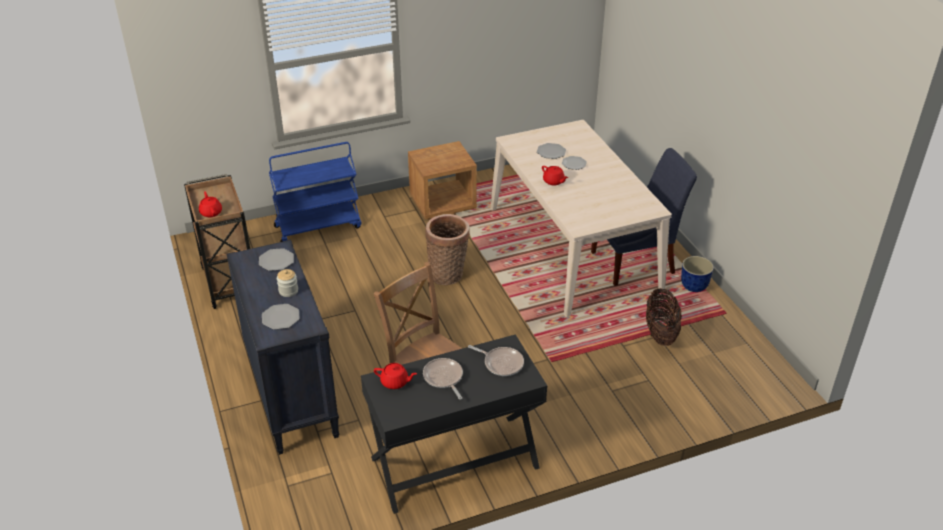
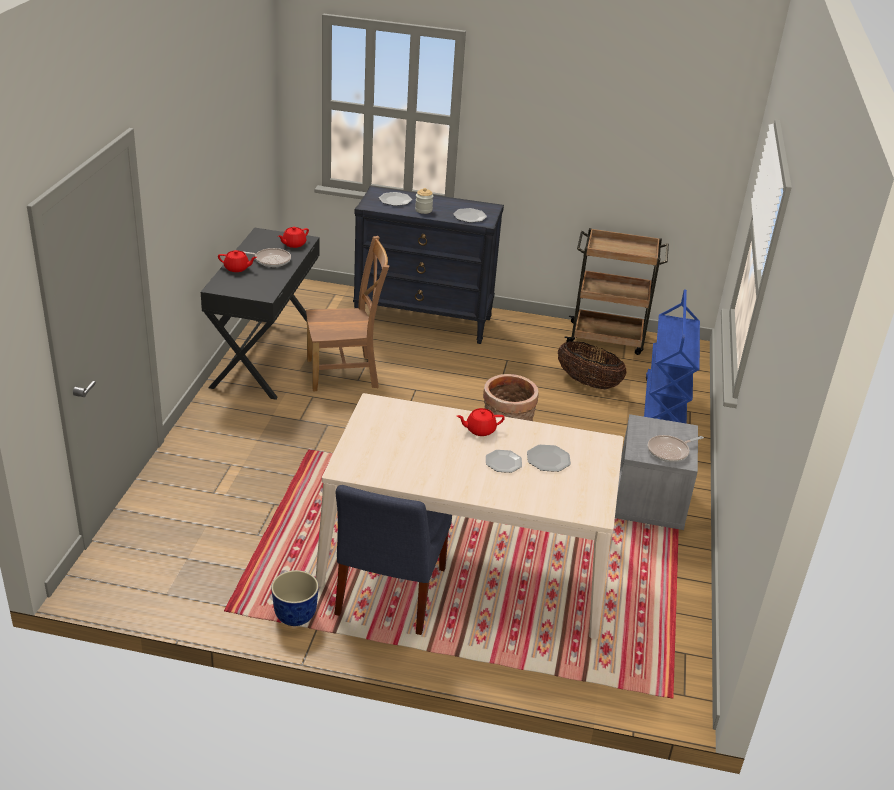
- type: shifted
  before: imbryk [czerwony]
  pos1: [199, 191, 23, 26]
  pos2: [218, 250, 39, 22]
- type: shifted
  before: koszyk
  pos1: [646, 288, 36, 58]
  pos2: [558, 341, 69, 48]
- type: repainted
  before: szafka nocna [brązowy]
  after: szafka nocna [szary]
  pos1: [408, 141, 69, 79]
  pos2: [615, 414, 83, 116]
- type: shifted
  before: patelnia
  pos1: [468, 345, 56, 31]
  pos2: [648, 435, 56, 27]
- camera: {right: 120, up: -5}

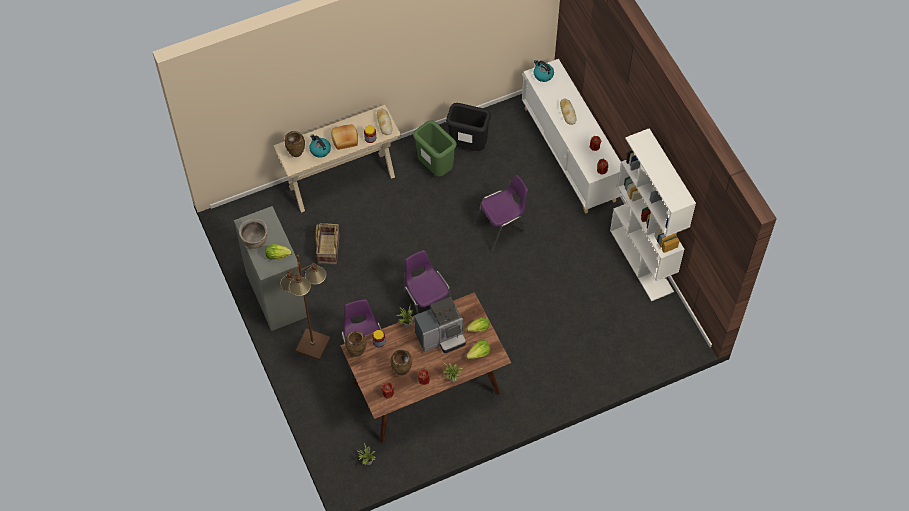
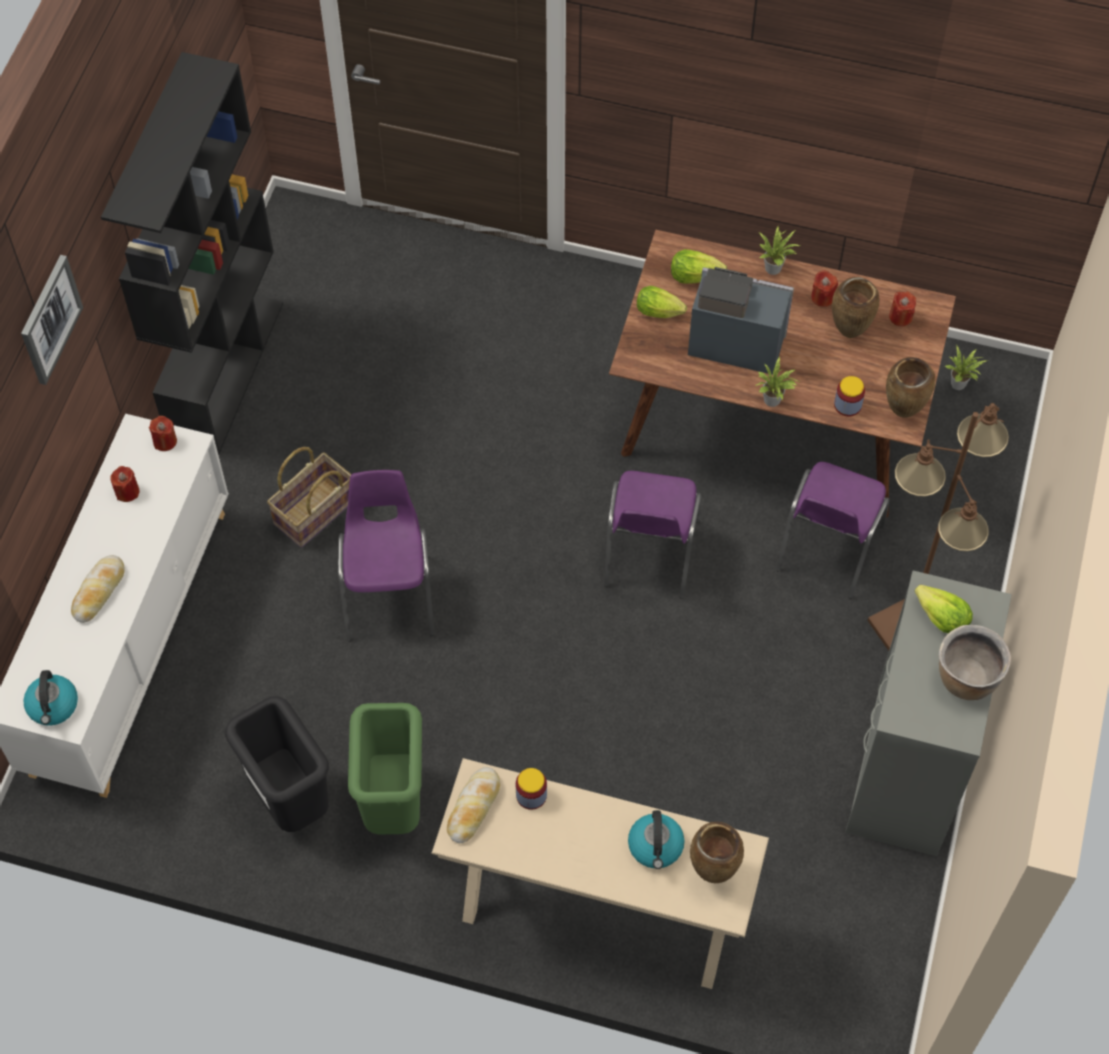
- type: new
  after: obraz
  pos2: [21, 255, 62, 130]
- type: repainted
  before: regał [biały]
  after: regał [czarny]
  pos1: [610, 128, 86, 173]
  pos2: [101, 52, 182, 403]
- type: shifted
  before: koszyk
  pos1: [315, 223, 25, 41]
  pos2: [267, 447, 85, 101]
- type: rotated
  before: krzesło [fioletowy]
  pos1: [474, 175, 54, 76]
  pos2: [338, 470, 97, 172]
  turn: 75
- type: gone
  before: chleb
  pos1: [332, 124, 26, 26]
- camera: {right: -140, up: 0}

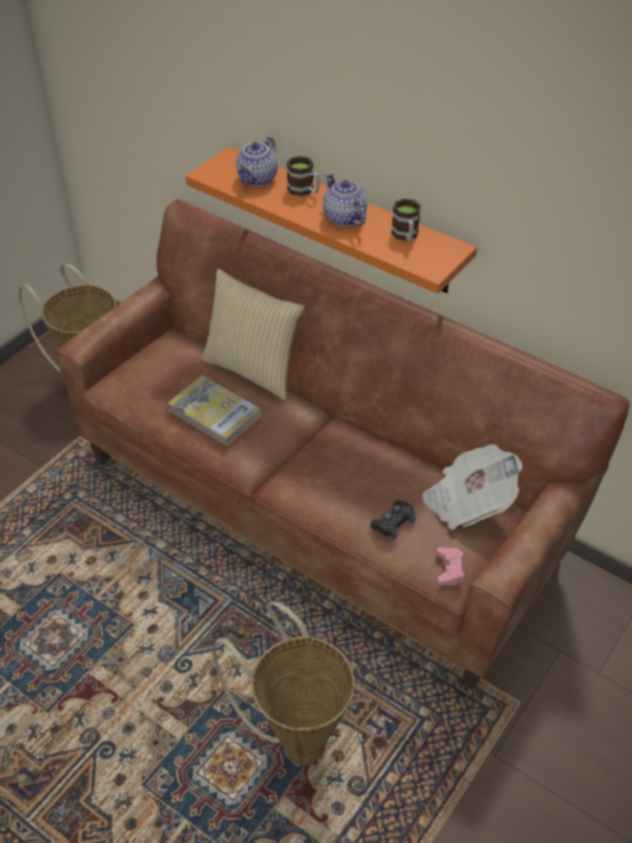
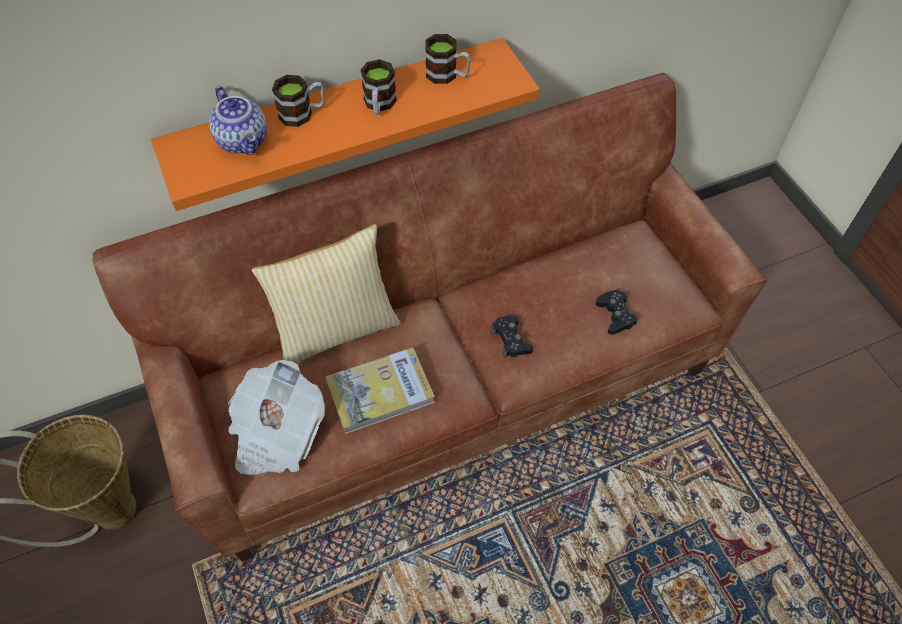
- type: shifted
  before: gazeta
  pos1: [422, 444, 101, 86]
  pos2: [228, 360, 97, 115]
- type: swapped
  before: imbryk
  after: kubek
  pos1: [323, 173, 44, 53]
  pos2: [361, 59, 36, 56]
- type: new
  after: pad do gier [czarny]
  pos2: [491, 316, 42, 42]
- type: gone
  before: koszyk
  pos1: [213, 601, 142, 164]
- type: gone
  before: pad do gier [różowy]
  pos1: [437, 547, 27, 38]
- camera: {right: -60, up: 10}

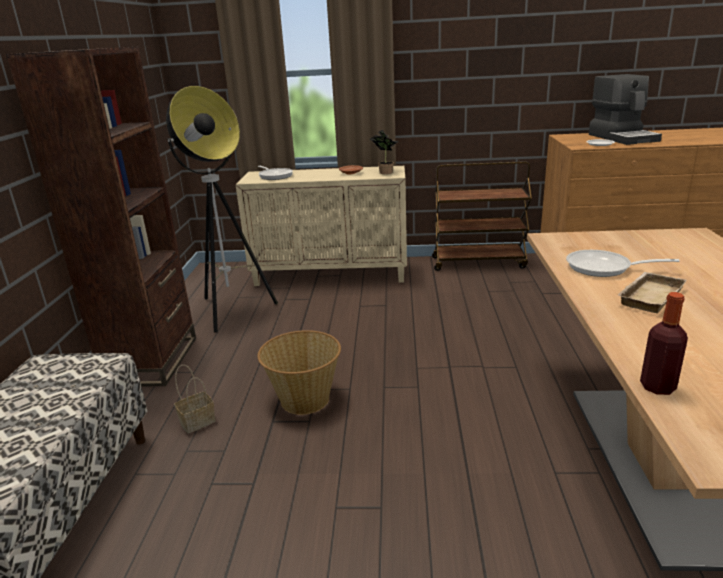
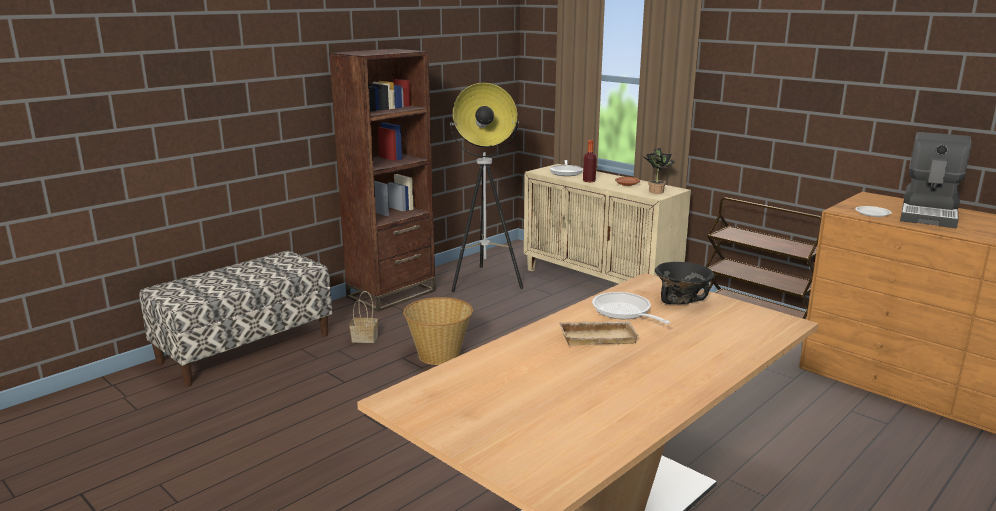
- type: shifted
  before: butelka
  pos1: [640, 292, 48, 103]
  pos2: [583, 140, 14, 42]
- type: new
  after: miska [czarny]
  pos2: [655, 262, 60, 42]
- camera: {right: 40, up: -5}

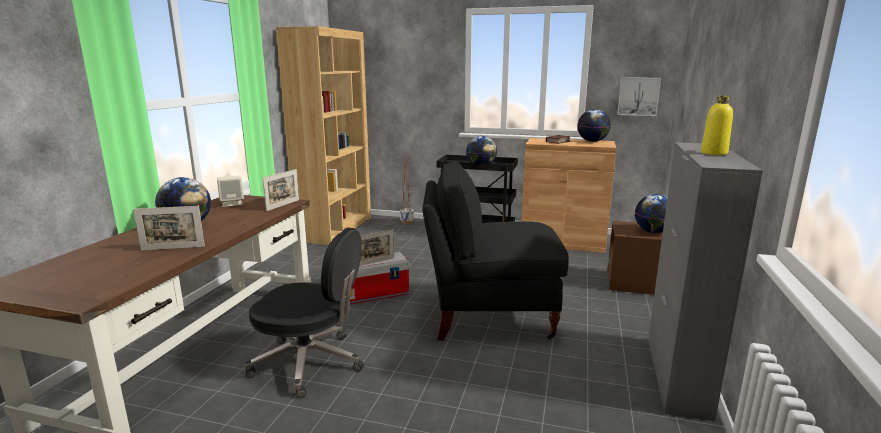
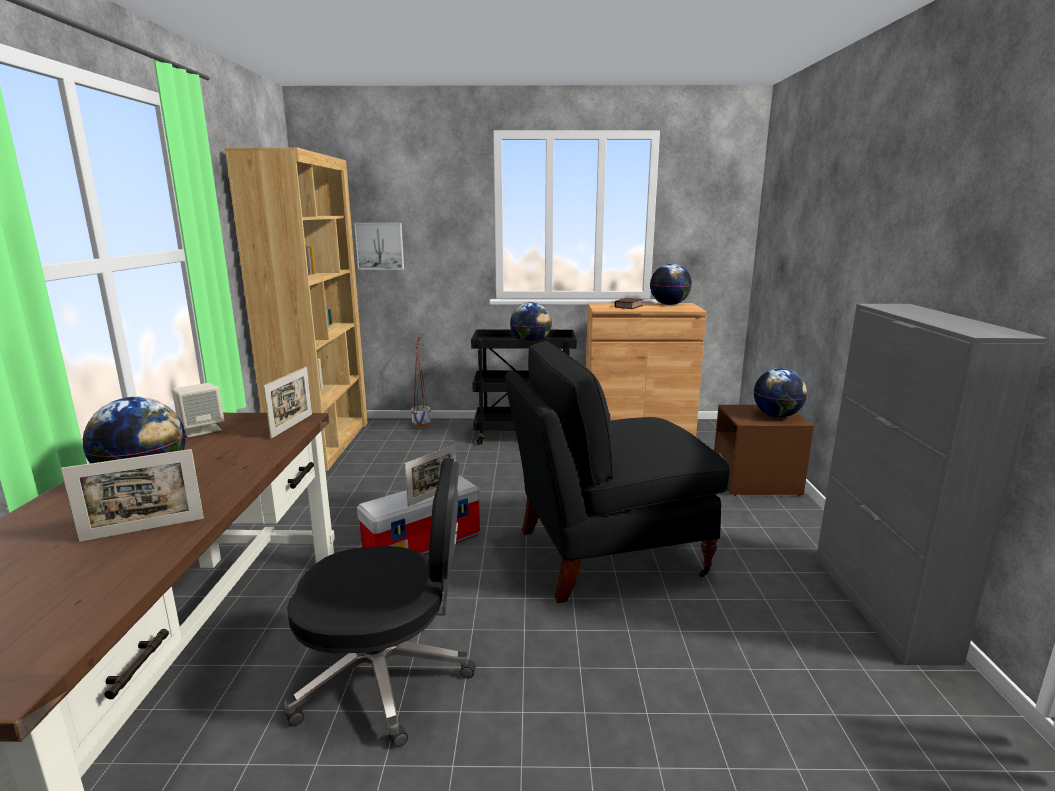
- type: shifted
  before: obraz
  pos1: [617, 77, 44, 39]
  pos2: [354, 223, 50, 47]
- type: gone
  before: butelka [żółty]
  pos1: [701, 96, 32, 59]
- camera: {right: -15, up: 0}

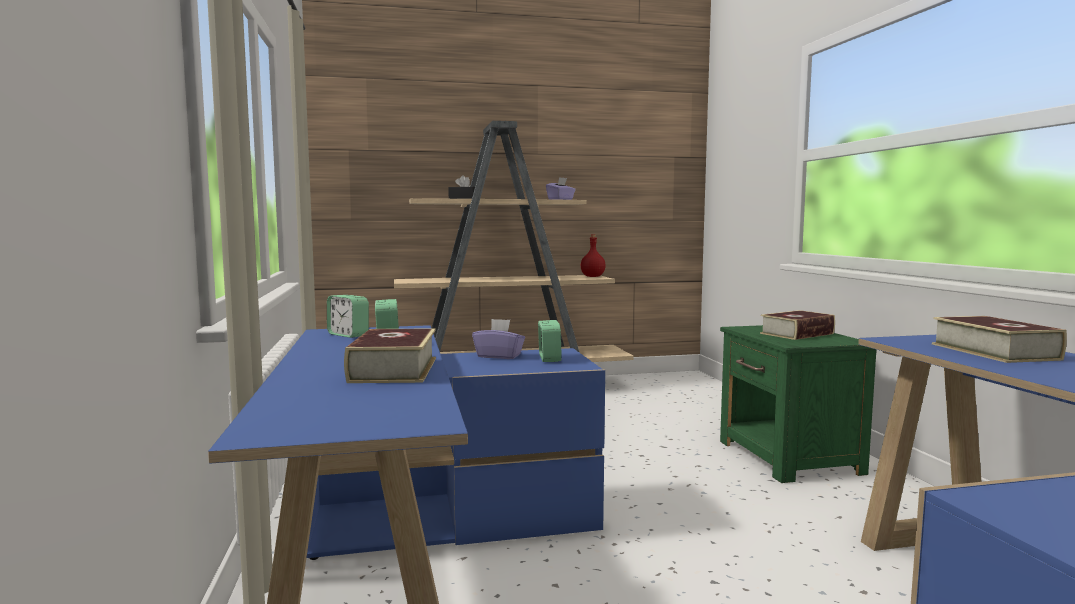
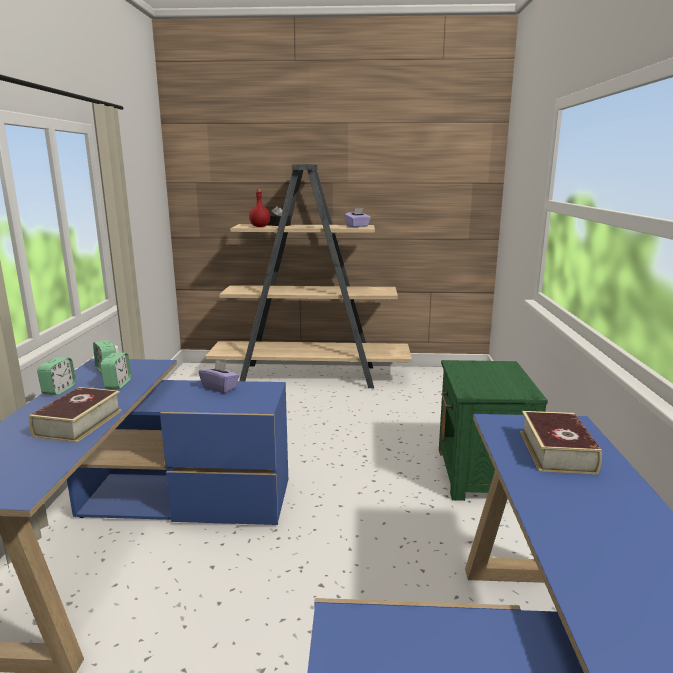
- type: shifted
  before: budzik
  pos1: [538, 320, 24, 42]
  pos2: [37, 357, 39, 38]
- type: shifted
  before: butelka [czerwony]
  pos1: [581, 234, 25, 43]
  pos2: [249, 189, 21, 38]
- type: gone
  before: książka
  pos1: [760, 310, 75, 30]
- camera: {right: 15, up: 10}

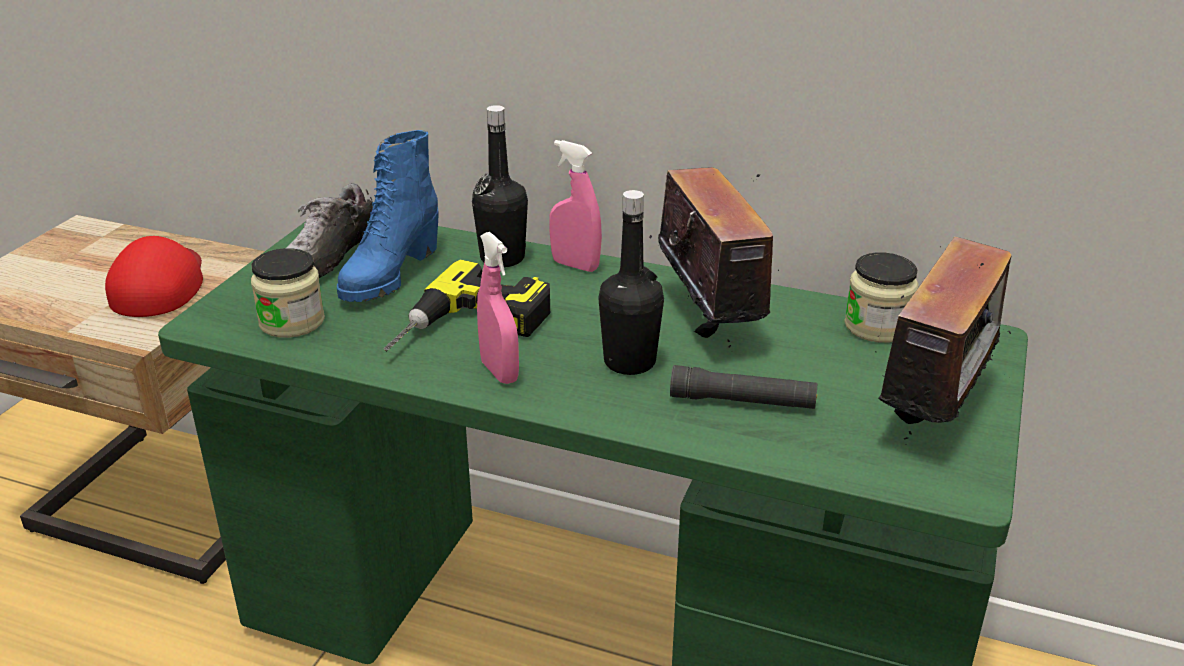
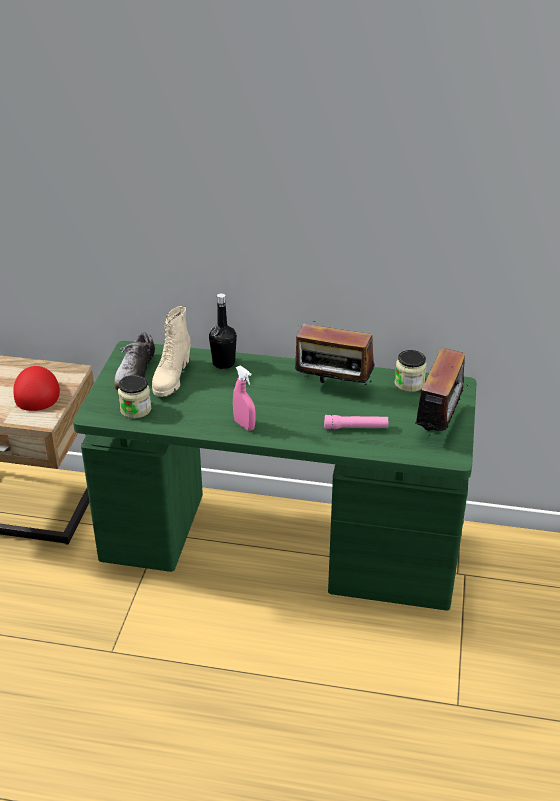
- type: repainted
  before: but z cholewką [niebieski]
  after: but z cholewką [beżowy]
  pos1: [337, 130, 102, 172]
  pos2: [152, 306, 39, 91]
- type: rotated
  before: radio
  pos1: [649, 167, 130, 185]
  pos2: [295, 321, 80, 66]
  turn: 135
- type: repainted
  before: latarka [czarny]
  after: latarka [różowy]
  pos1: [670, 365, 147, 44]
  pos2: [324, 415, 65, 14]
- type: gone
  before: wiertarka
  pos1: [383, 260, 167, 92]
- type: gone
  before: spryskiwacz [różowy]
  pos1: [549, 140, 53, 132]
- type: gone
  before: butelka [czarny]
  pos1: [598, 190, 66, 185]
- camera: {right: -10, up: 5}

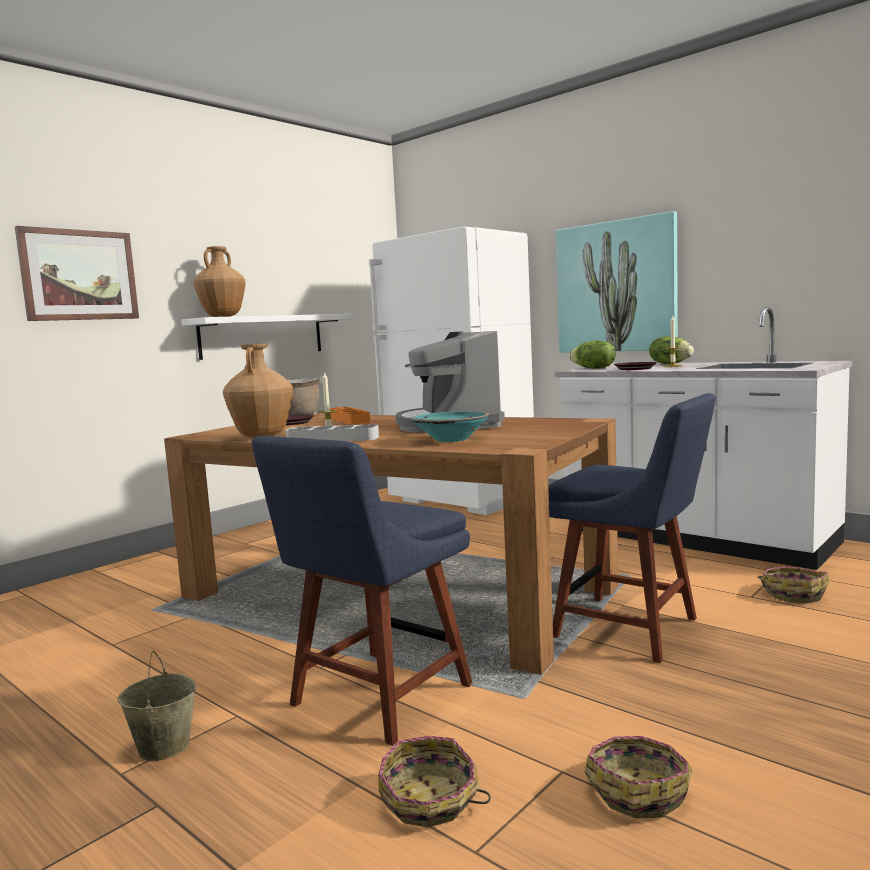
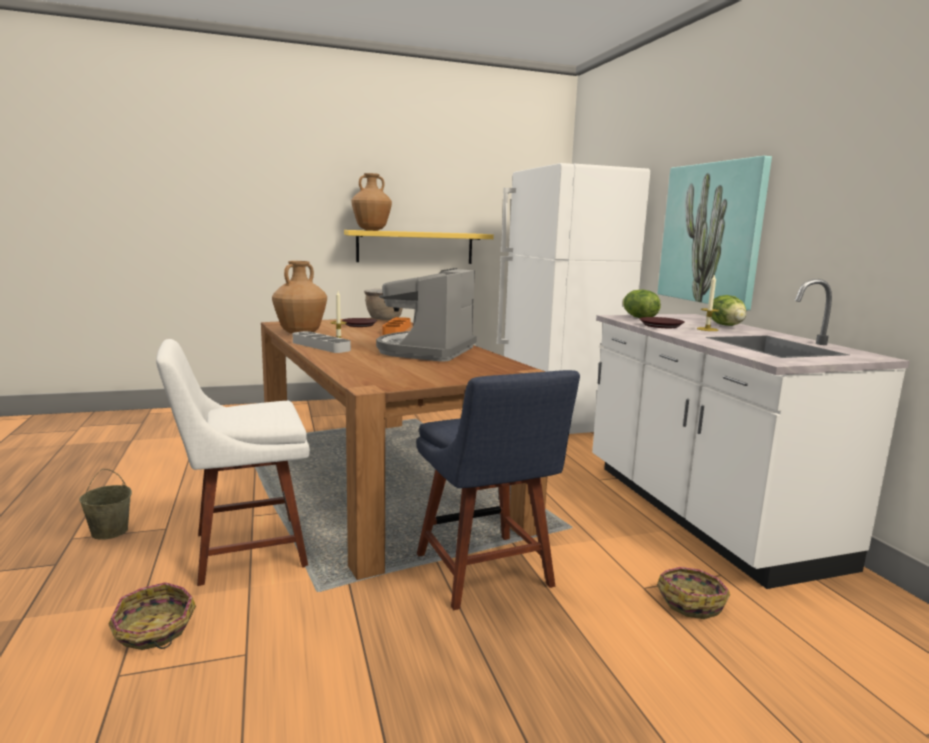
- type: repainted
  before: krzesło [niebieski]
  after: krzesło [biały]
  pos1: [252, 436, 221, 310]
  pos2: [156, 339, 154, 247]
- type: repainted
  before: półka [biały]
  after: półka [żółty]
  pos1: [181, 314, 172, 46]
  pos2: [344, 230, 150, 34]
- type: gone
  before: obraz
  pos1: [15, 226, 124, 95]
- type: gone
  before: miska [turkusowy]
  pos1: [411, 412, 78, 30]
- type: gone
  before: koszyk
  pos1: [585, 736, 107, 82]
- camera: {right: 30, up: 5}

